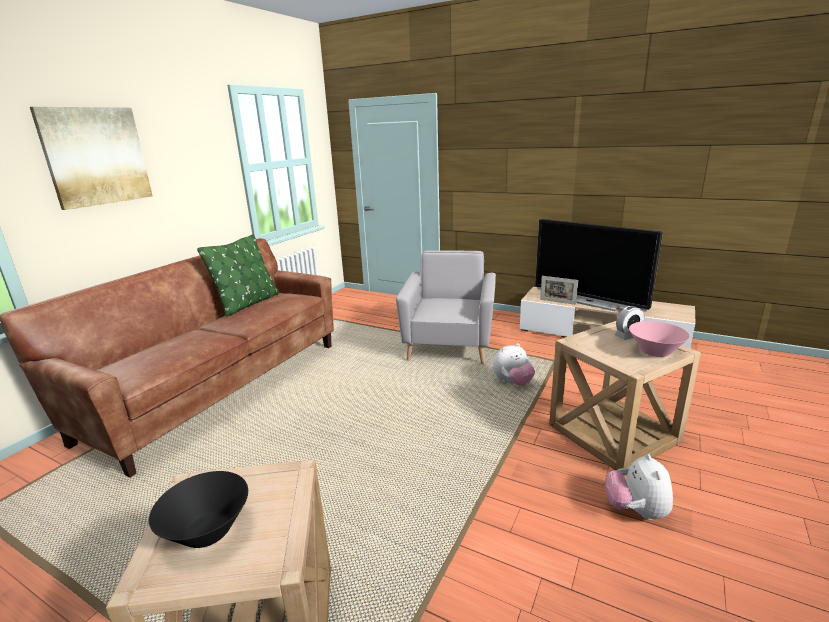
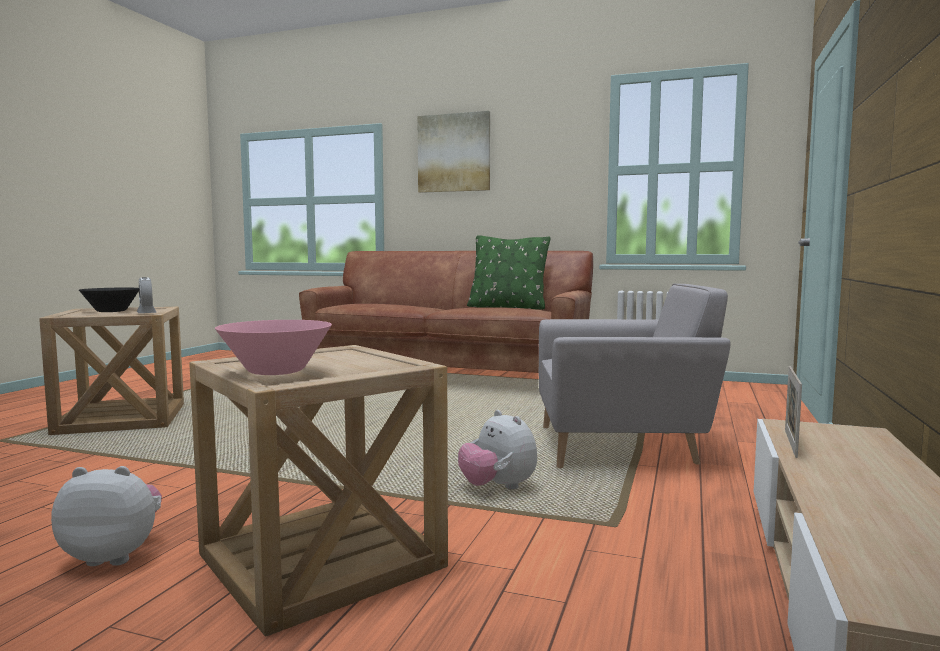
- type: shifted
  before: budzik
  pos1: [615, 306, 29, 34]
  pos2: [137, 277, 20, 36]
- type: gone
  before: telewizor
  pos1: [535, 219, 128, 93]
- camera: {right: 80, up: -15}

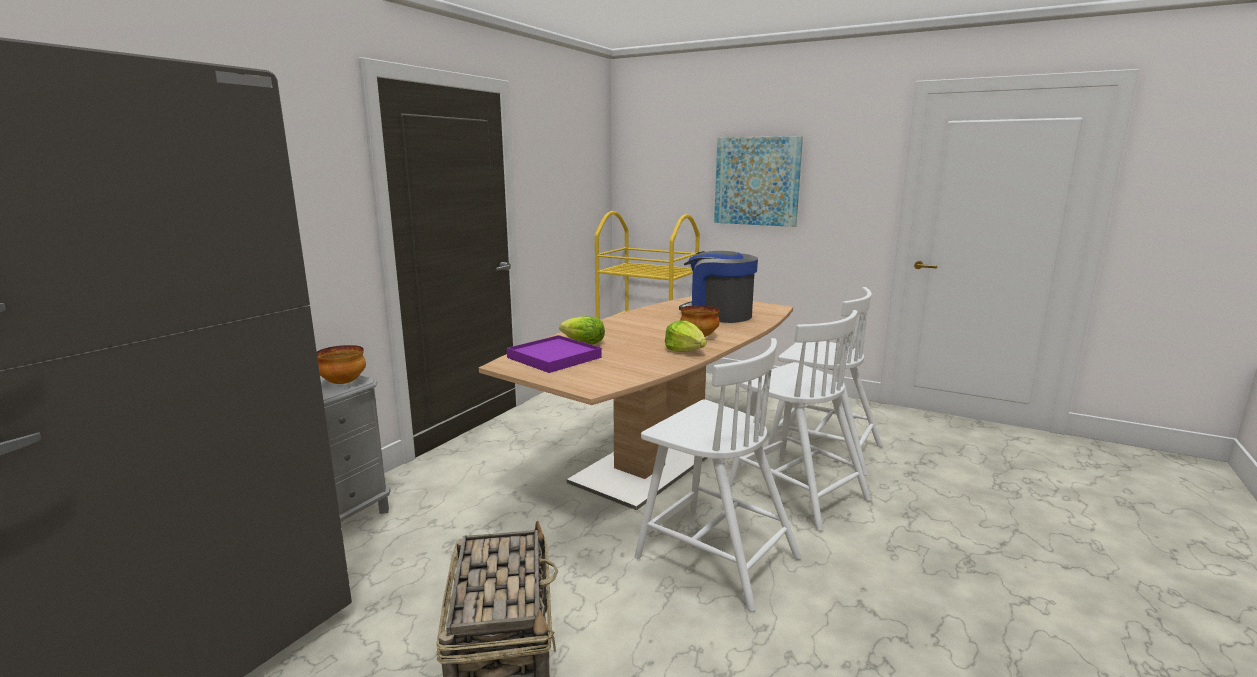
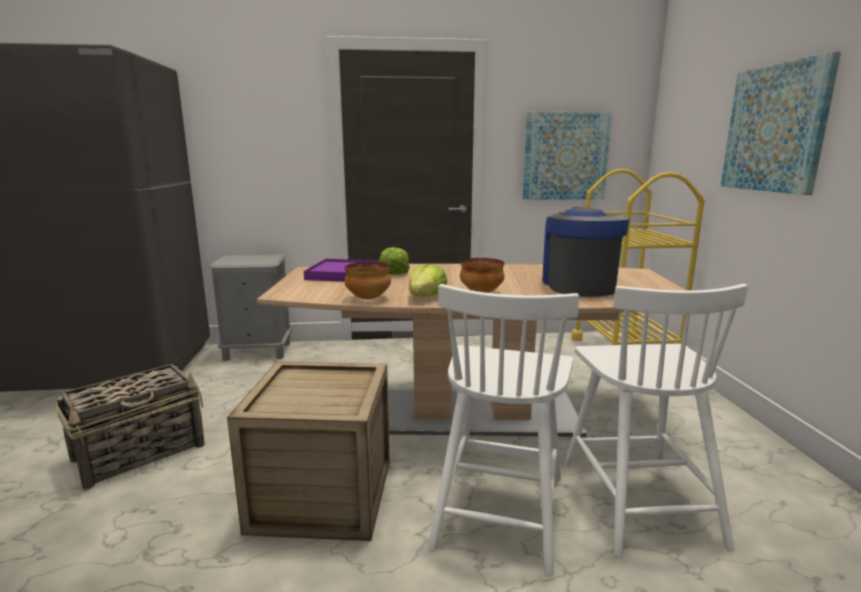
- type: swapped
  before: krzesło [biały]
  after: skrzynka
  pos1: [635, 338, 166, 274]
  pos2: [227, 361, 163, 180]
- type: shifted
  before: miska
  pos1: [317, 345, 49, 39]
  pos2: [344, 262, 47, 37]
- type: new
  after: obraz
  pos2: [523, 112, 89, 88]
- camera: {right: 55, up: 0}

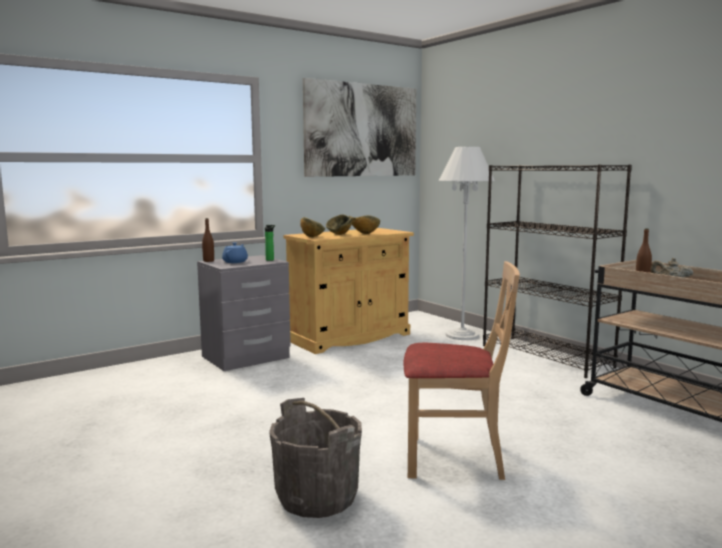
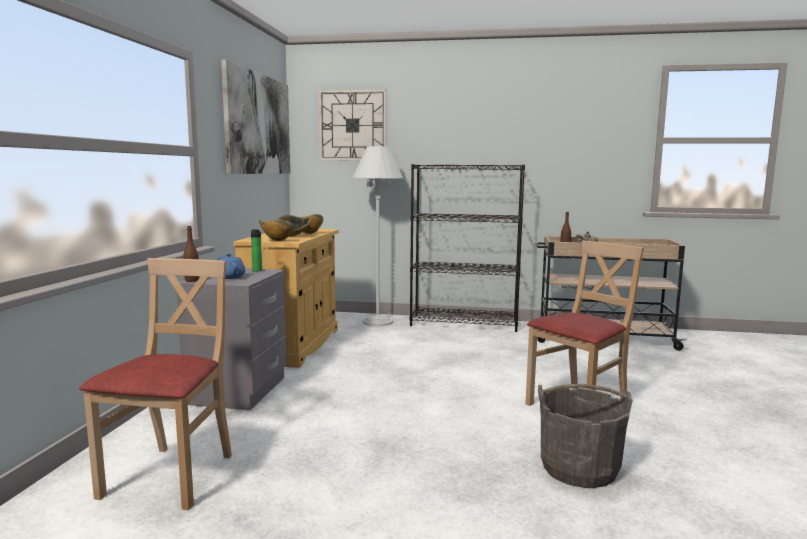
- type: new
  after: krzesło [beżowy]
  pos2: [79, 258, 153, 252]
- type: new
  after: zegar ścienny
  pos2: [319, 89, 67, 71]
- camera: {right: -45, up: 0}

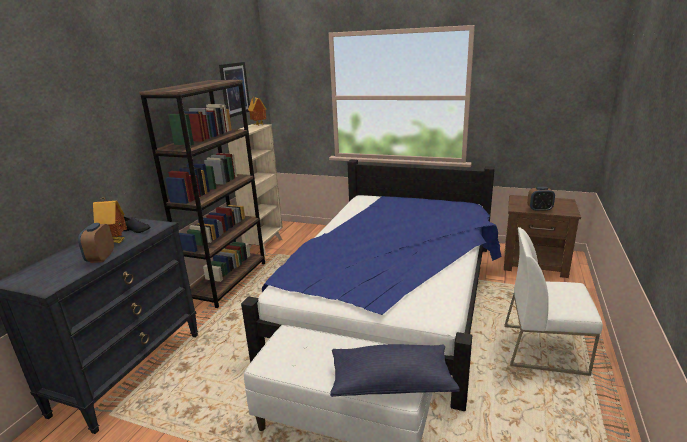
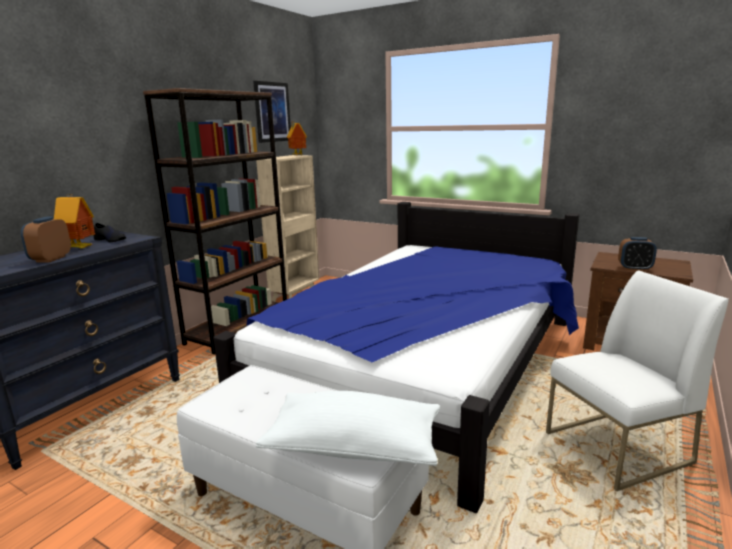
- type: repainted
  before: poduszka [niebieski]
  after: poduszka [biały]
  pos1: [330, 344, 129, 53]
  pos2: [256, 391, 184, 75]
- type: rotated
  before: krzesło [biały]
  pos1: [504, 227, 99, 149]
  pos2: [546, 270, 183, 221]
  turn: 135
- camera: {right: 10, up: -5}

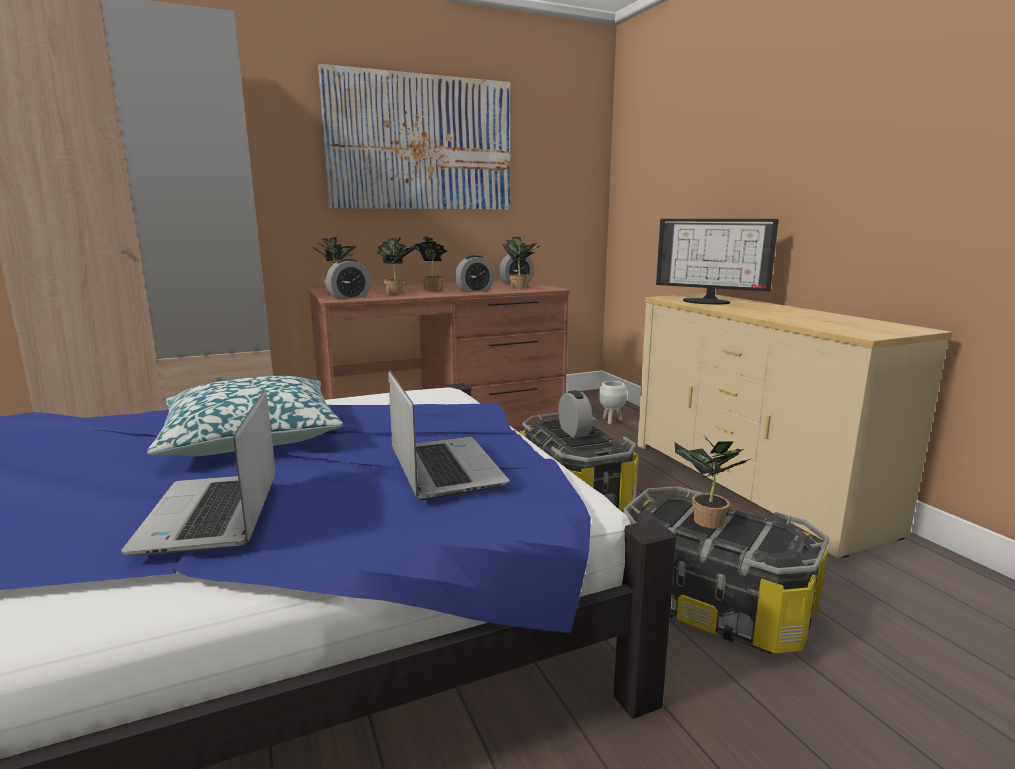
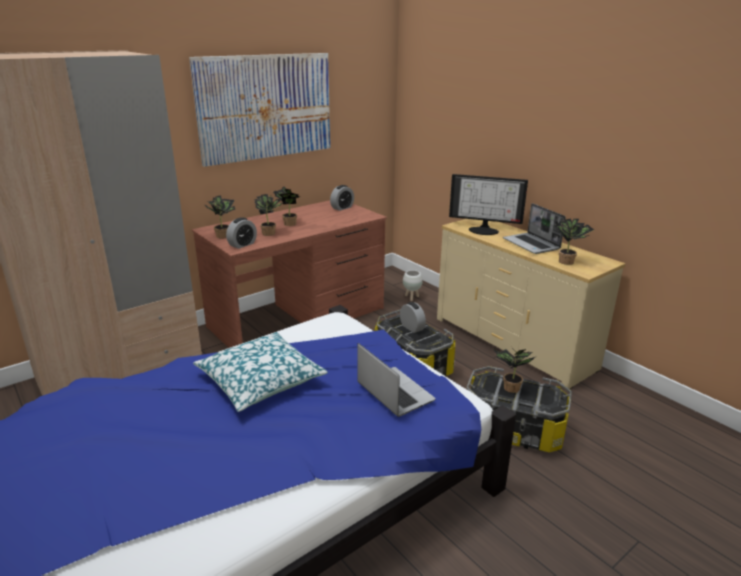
- type: shifted
  before: laptop
  pos1: [121, 390, 155, 165]
  pos2: [503, 203, 63, 51]
- type: shifted
  before: roślina doniczkowa
  pos1: [502, 236, 39, 52]
  pos2: [554, 218, 40, 47]
- type: gone
  before: budzik
  pos1: [455, 255, 39, 37]
- camera: {right: -15, up: 10}

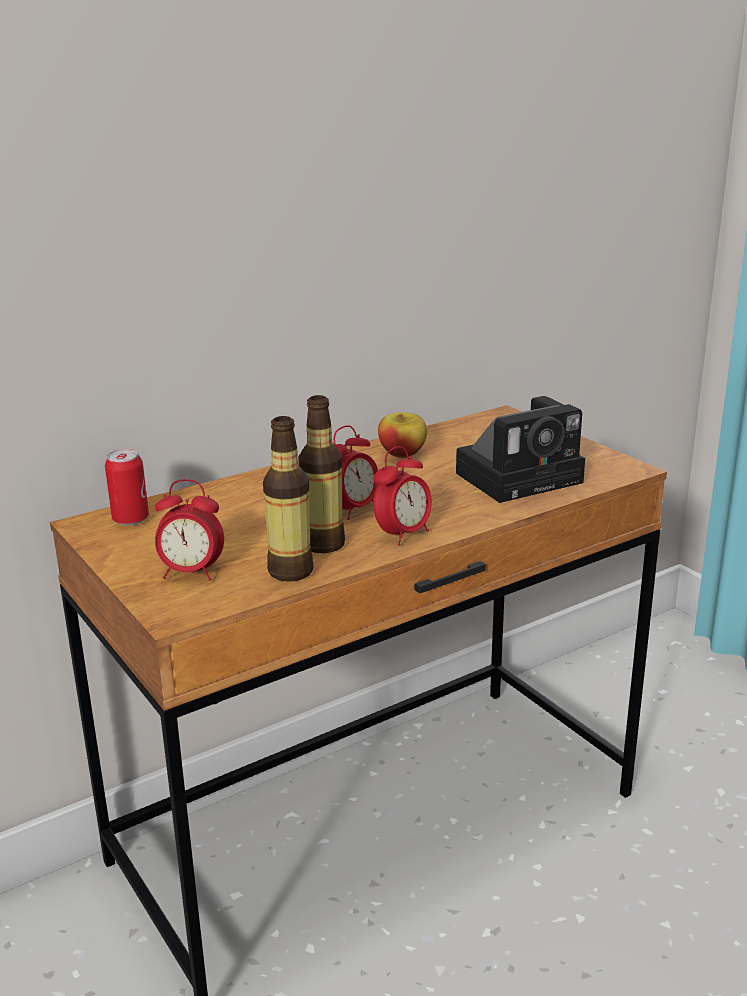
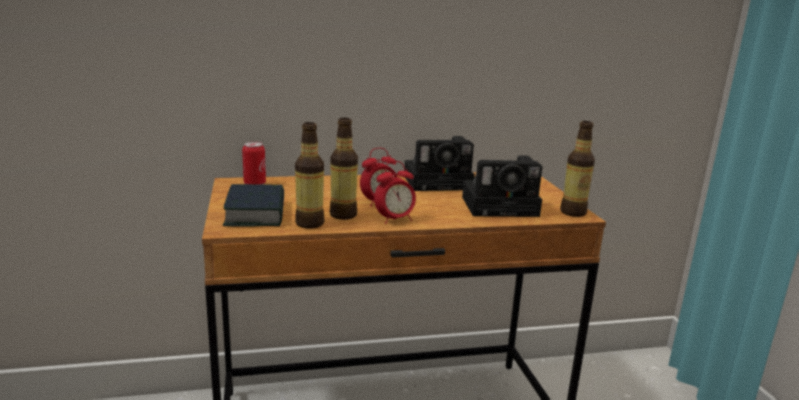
- type: swapped
  before: budzik
  after: książka
  pos1: [155, 479, 69, 102]
  pos2: [223, 184, 61, 42]
- type: swapped
  before: jabłko
  after: aparat fotograficzny
  pos1: [378, 412, 49, 46]
  pos2: [404, 136, 71, 55]
- type: new
  after: butelka
  pos2: [560, 121, 35, 96]
- camera: {right: 20, up: -5}

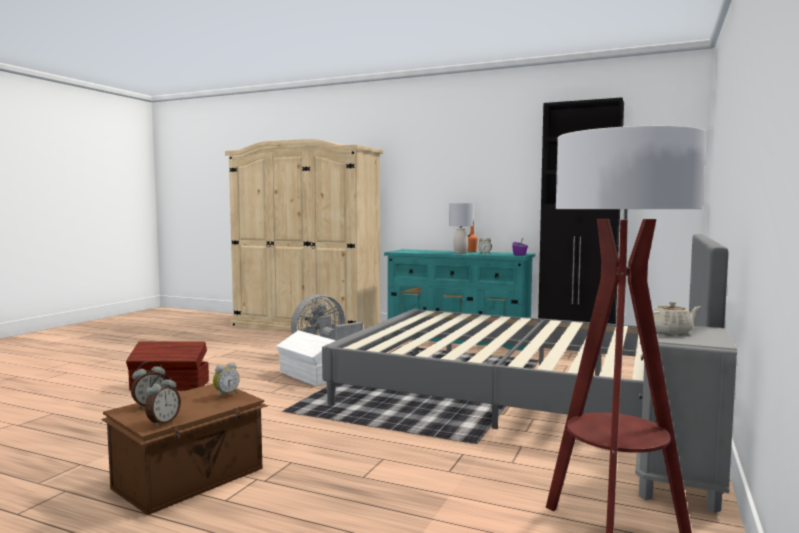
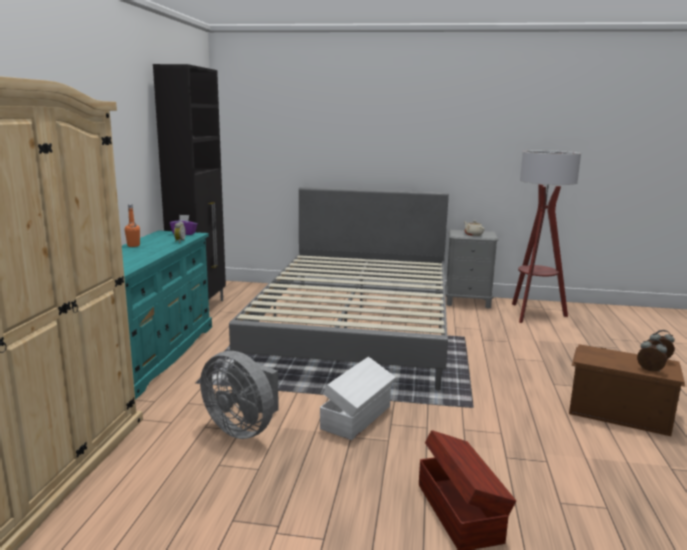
- type: gone
  before: budzik
  pos1: [213, 362, 27, 36]
- type: gone
  before: lampa stołowa [szary]
  pos1: [449, 203, 24, 51]
- camera: {right: -105, up: 10}

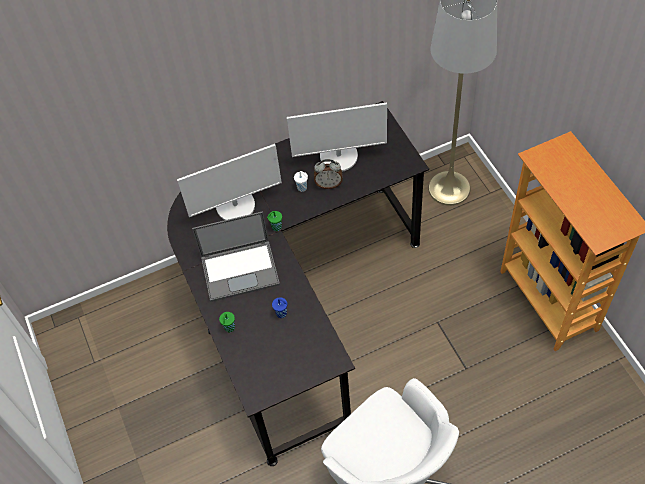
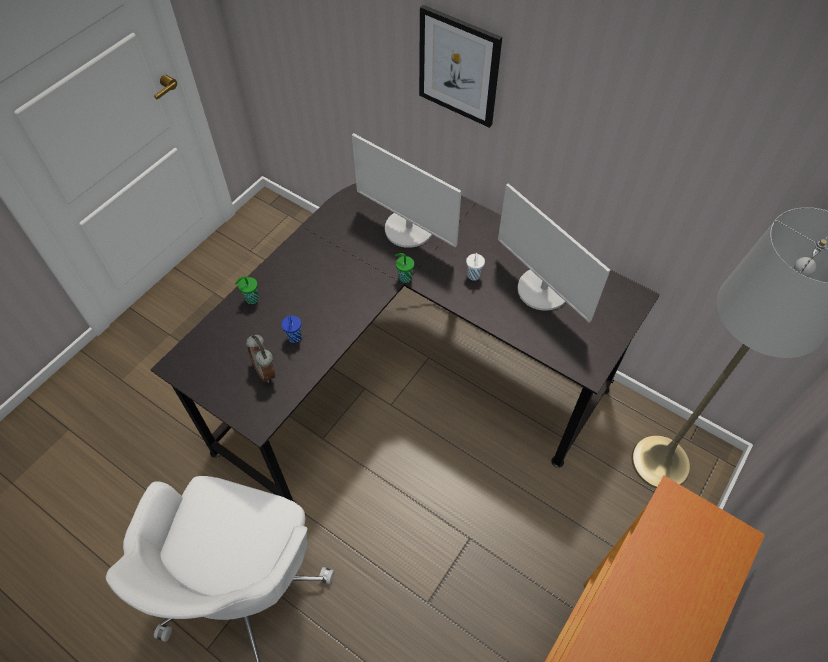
- type: shifted
  before: budzik
  pos1: [314, 159, 29, 30]
  pos2: [246, 335, 29, 48]
- type: new
  after: obraz
  pos2: [419, 5, 83, 123]
- type: gone
  before: laptop
  pos1: [192, 211, 88, 91]
- camera: {right: 55, up: 0}

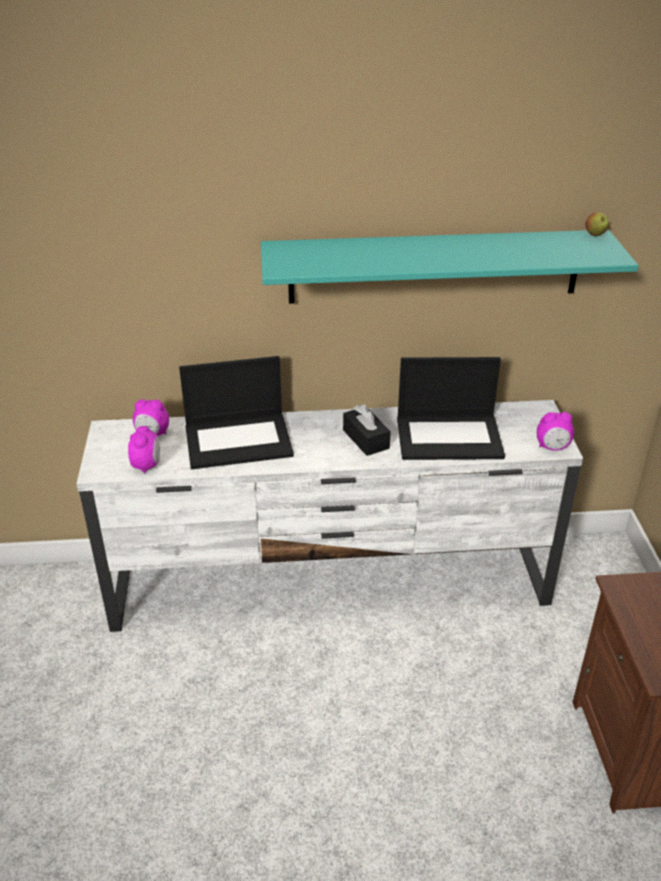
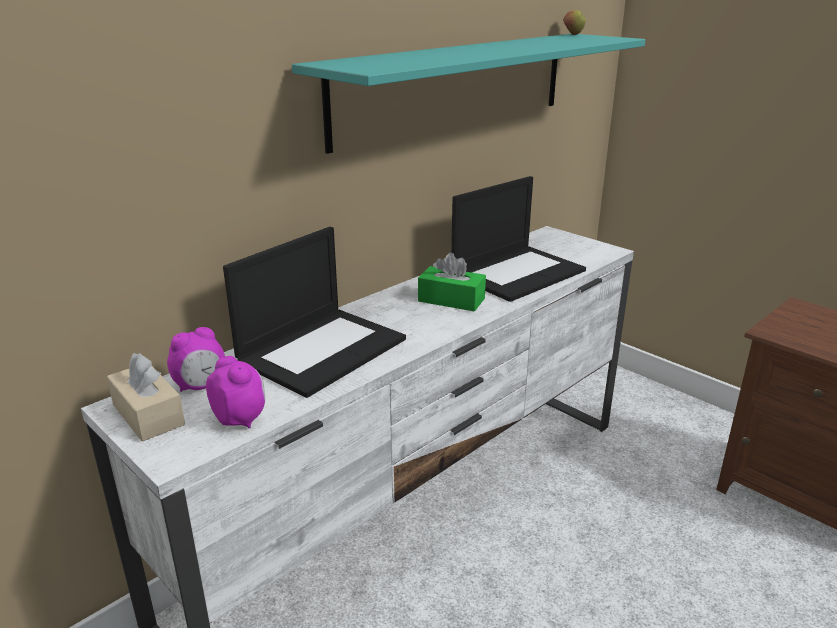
- type: new
  after: pudełko chusteczek [beżowy]
  pos2: [107, 353, 78, 88]
- type: repainted
  before: pudełko chusteczek [czarny]
  after: pudełko chusteczek [zielony]
  pos1: [343, 404, 48, 52]
  pos2: [418, 253, 68, 59]
- type: gone
  before: budzik
  pos1: [537, 412, 37, 39]
- camera: {right: -40, up: -10}

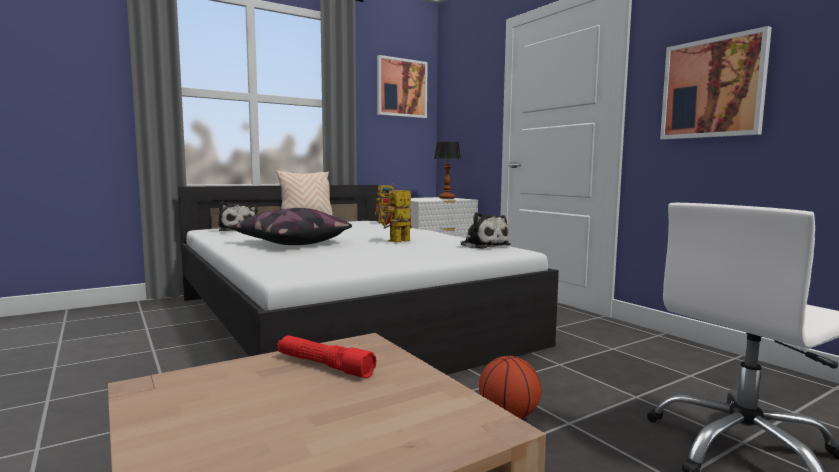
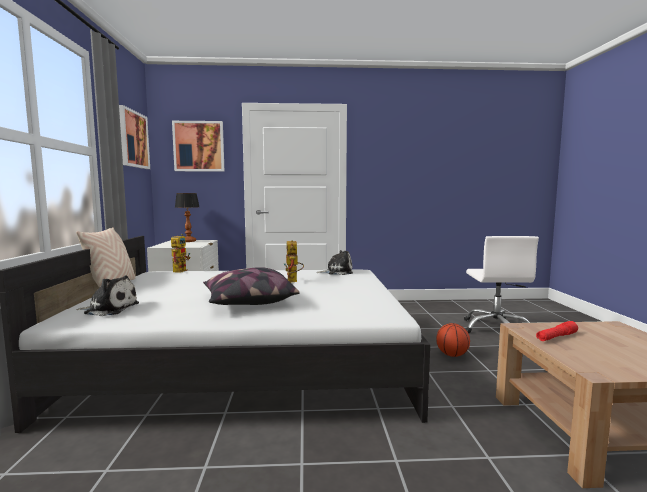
- type: shifted
  before: obraz
  pos1: [660, 26, 112, 114]
  pos2: [172, 121, 52, 50]
- camera: {right: -60, up: 0}

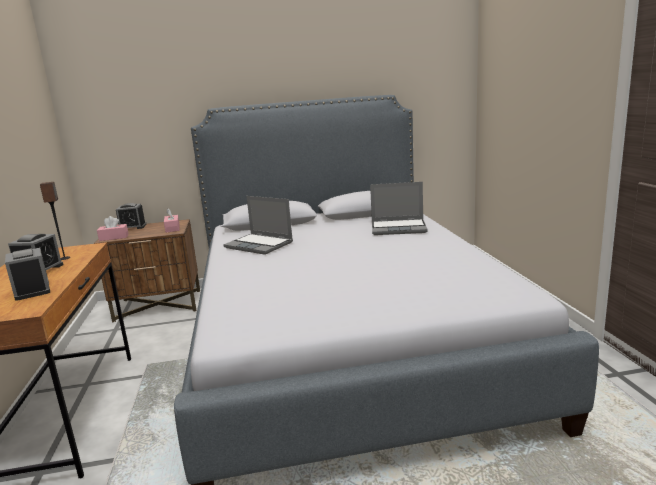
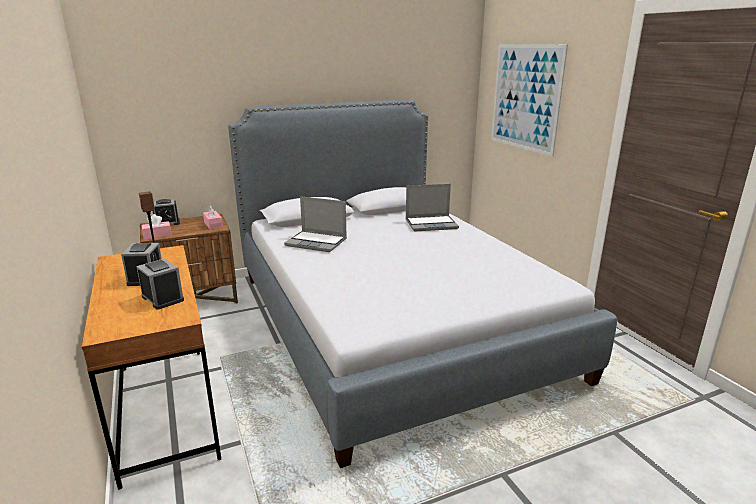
- type: new
  after: obraz
  pos2: [491, 44, 77, 113]
- camera: {right: -15, up: 5}

